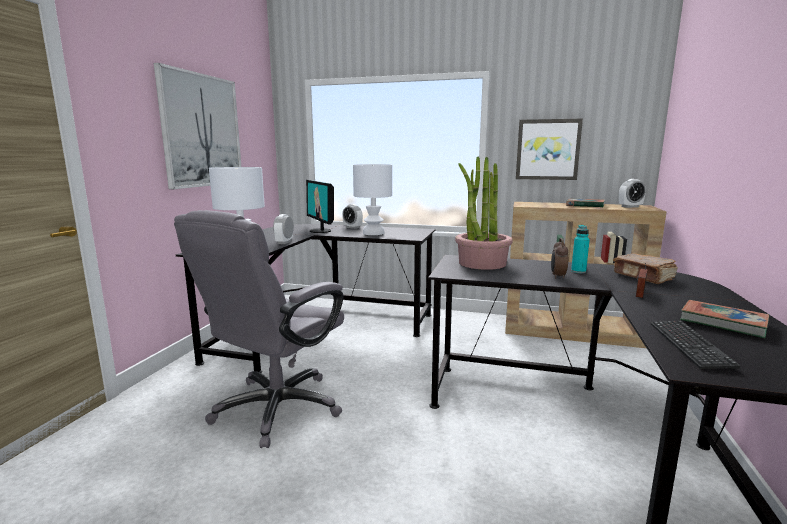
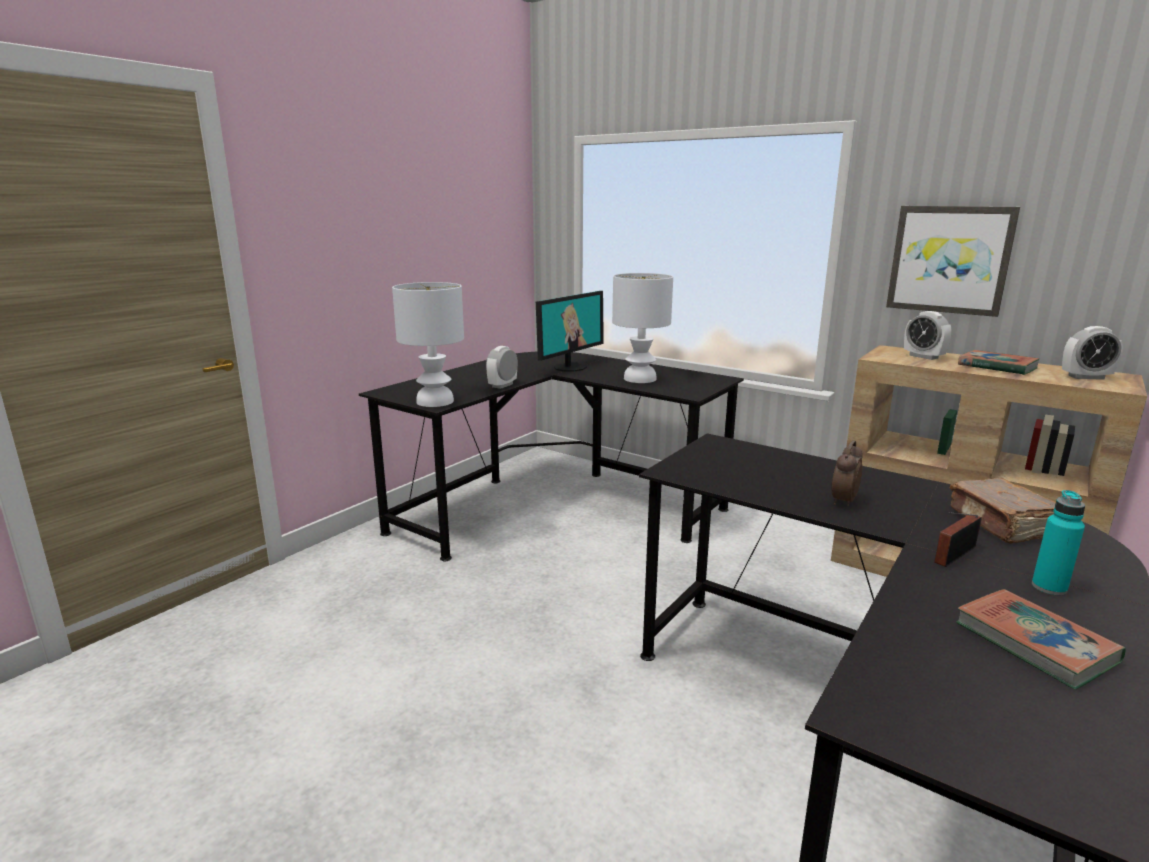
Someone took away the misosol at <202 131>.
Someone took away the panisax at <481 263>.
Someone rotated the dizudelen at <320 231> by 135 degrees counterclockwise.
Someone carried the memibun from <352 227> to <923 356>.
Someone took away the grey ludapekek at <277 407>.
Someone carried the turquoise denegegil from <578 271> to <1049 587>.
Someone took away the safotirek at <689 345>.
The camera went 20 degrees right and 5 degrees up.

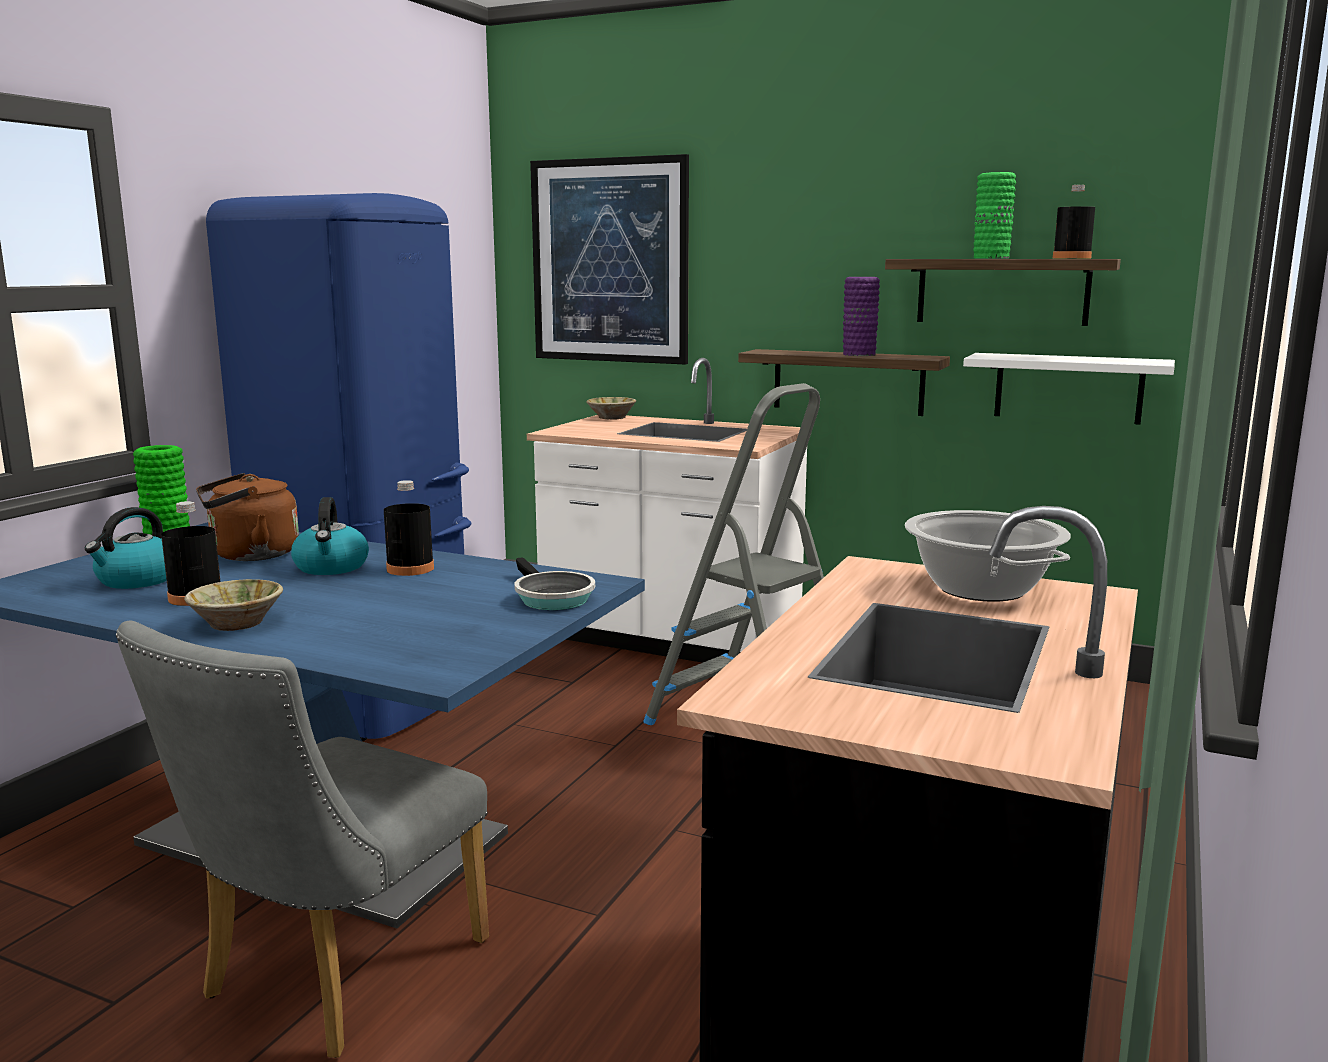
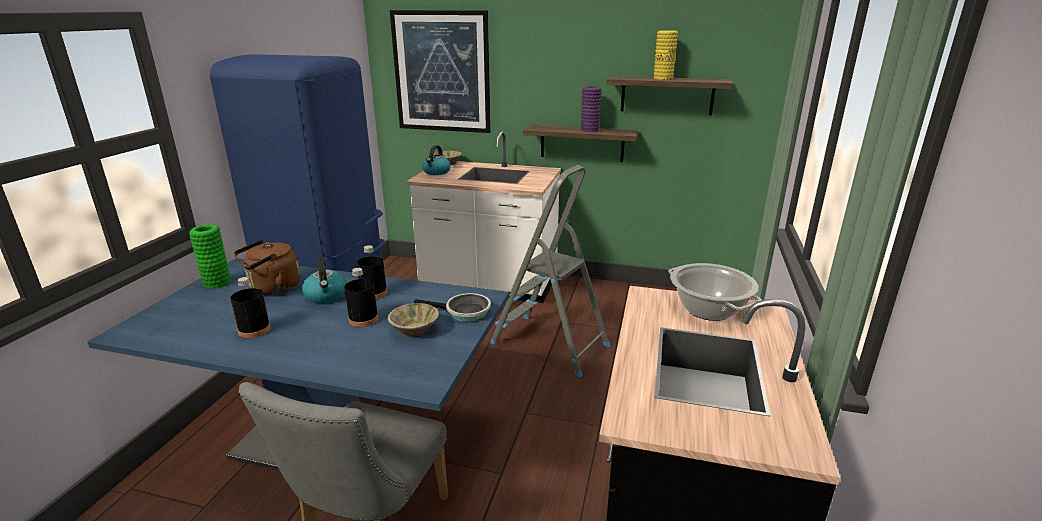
Someone repainted the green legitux at <991 258>, which became the yellow legitux at <663 78>.
Someone carried the black denegegil from <1071 258> to <363 319>.
Someone took away the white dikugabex at <1068 388>.
Someone carried the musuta from <137 580> to <436 172>.
Someone rotated the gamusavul at <551 597> by 45 degrees counterclockwise.
Someone carried the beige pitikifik from <237 622> to <414 330>.
The camera went 10 degrees left and 10 degrees up.

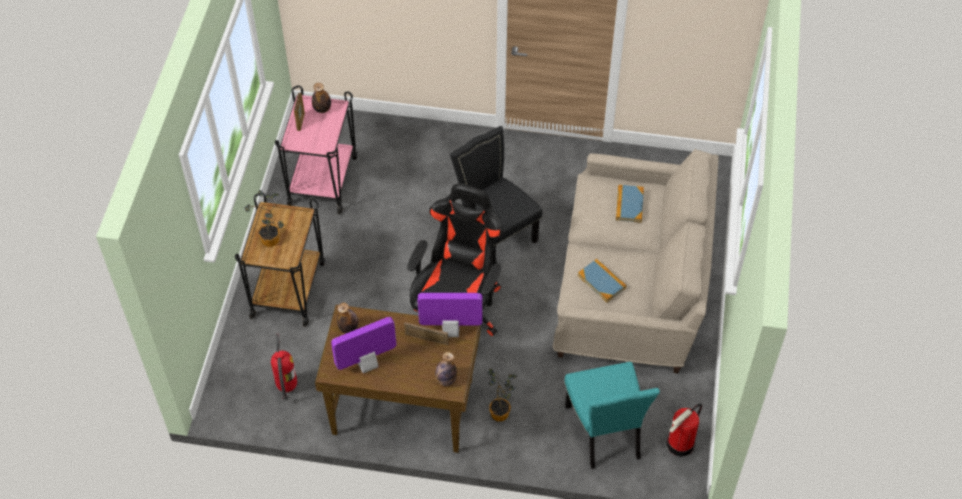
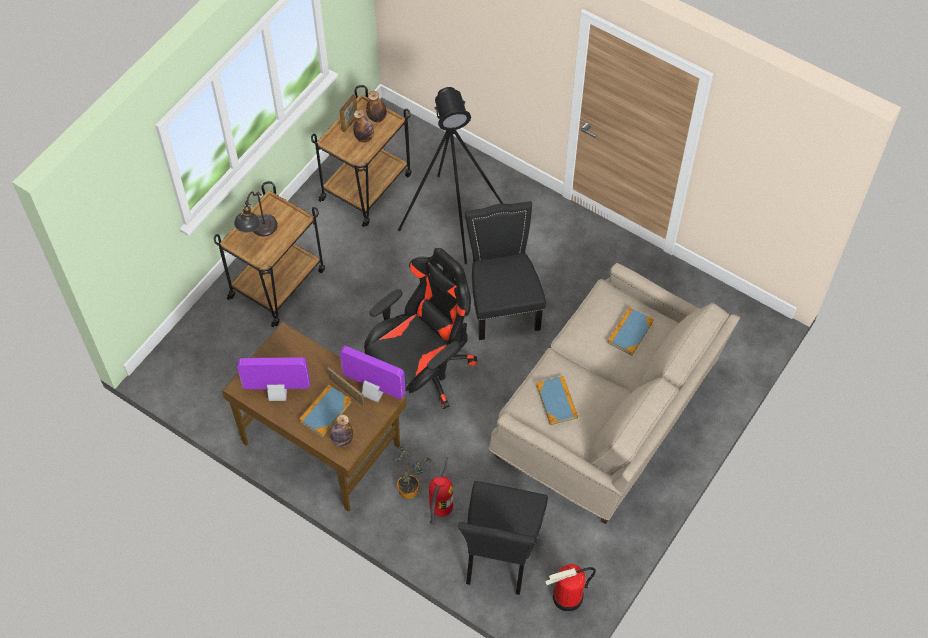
Someone repainted the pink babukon at <323 180>, which became the brown babukon at <367 186>.
Someone swapped the panisax at <272 241> for the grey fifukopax at <259 234>.
Someone carried the denegegil from <349 329> to <364 138>.
Someone carried the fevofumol from <286 386> to <440 509>.
Someone repainted the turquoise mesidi at <604 429>, which became the black mesidi at <501 549>.
Someone put down the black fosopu at <452 219>.
Someone put down the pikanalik at <325 411>.
The camera went 25 degrees right and 5 degrees up.

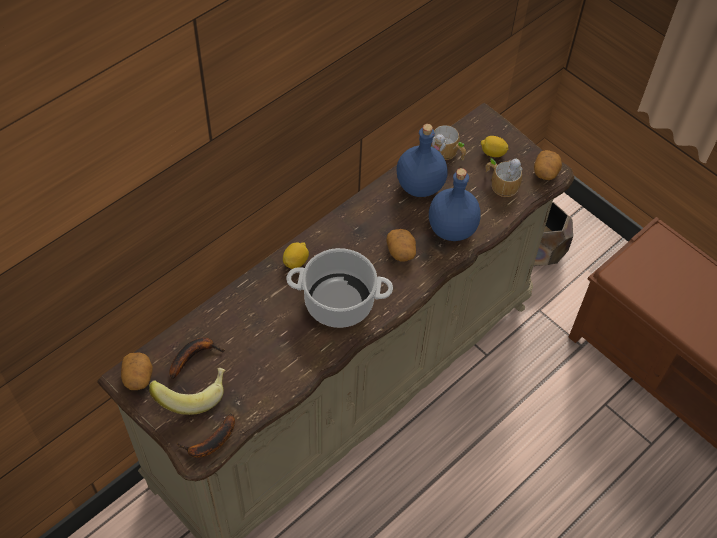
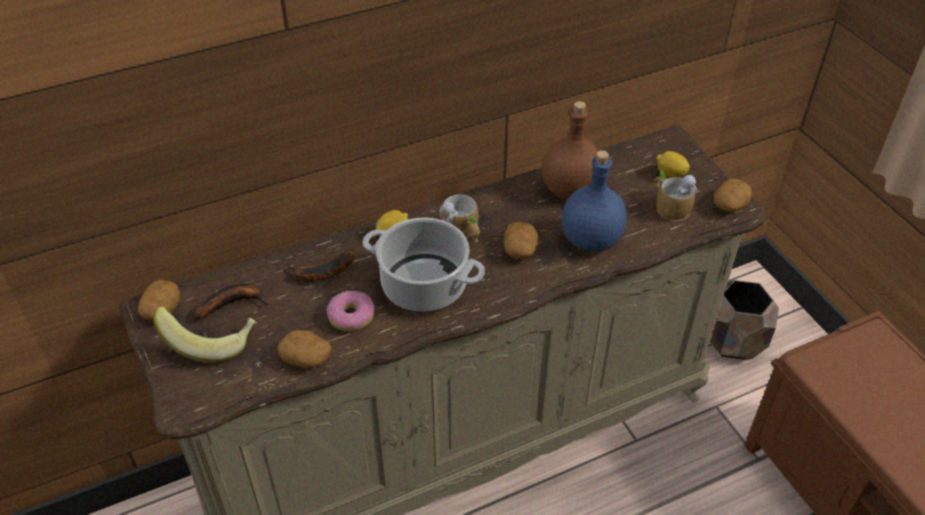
Someone repainted the blue denegegil at <421 186>, which became the brown denegegil at <571 190>.
Someone carried the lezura from <447 153> to <462 232>.
Someone carried the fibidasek from <210 443> to <321 273>.
Someone put down the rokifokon at <351 317>.
Someone put down the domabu at <306 358>.
The camera went 20 degrees right and 10 degrees down.

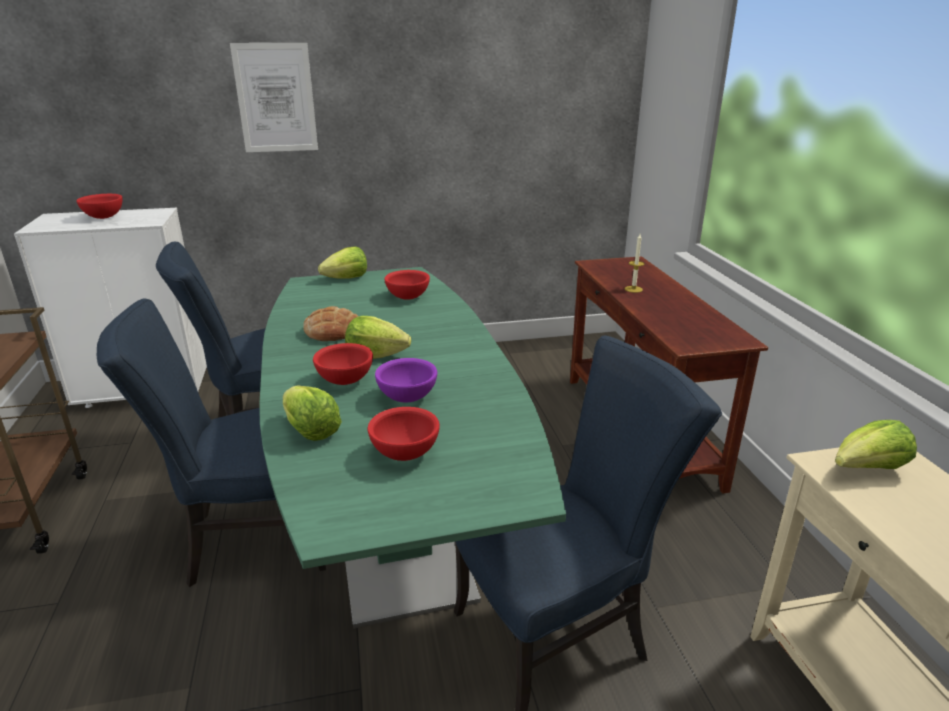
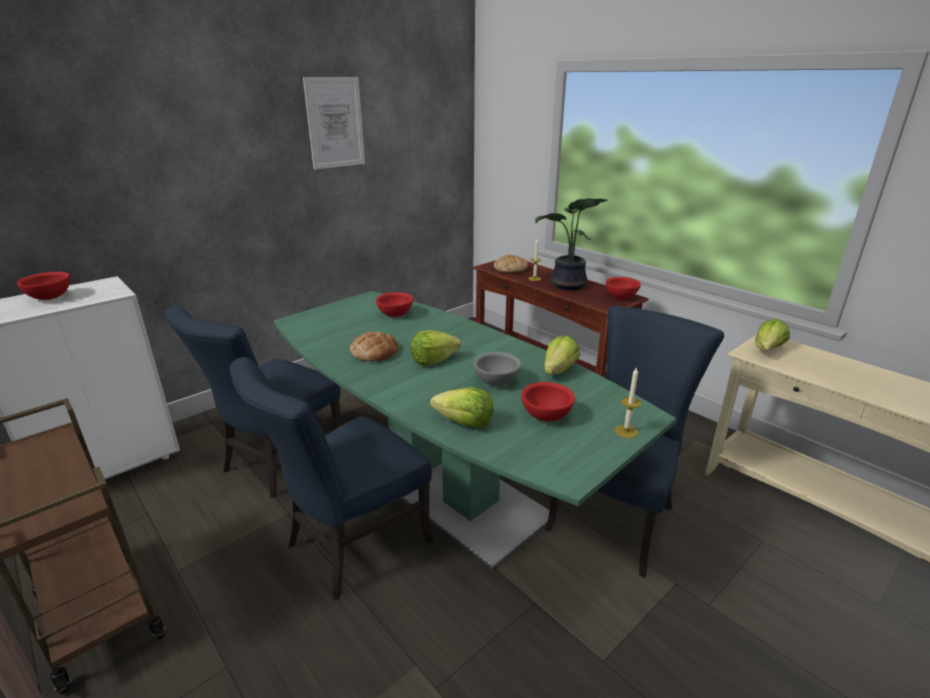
Someone carried the misosol from <276 98> to <335 123>.
Someone carried the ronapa from <347 278> to <558 371>.
Someone carried the red pitikifik from <346 381> to <621 297>.
Someone repainted the purple pitikifik at <407 398>, which became the grey pitikifik at <497 382>.
Someone put down the panisax at <568 286>.
Someone put down the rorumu at <510 268>.
Someone put down the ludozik at <626 431>.
The camera went 30 degrees left and 0 degrees up.

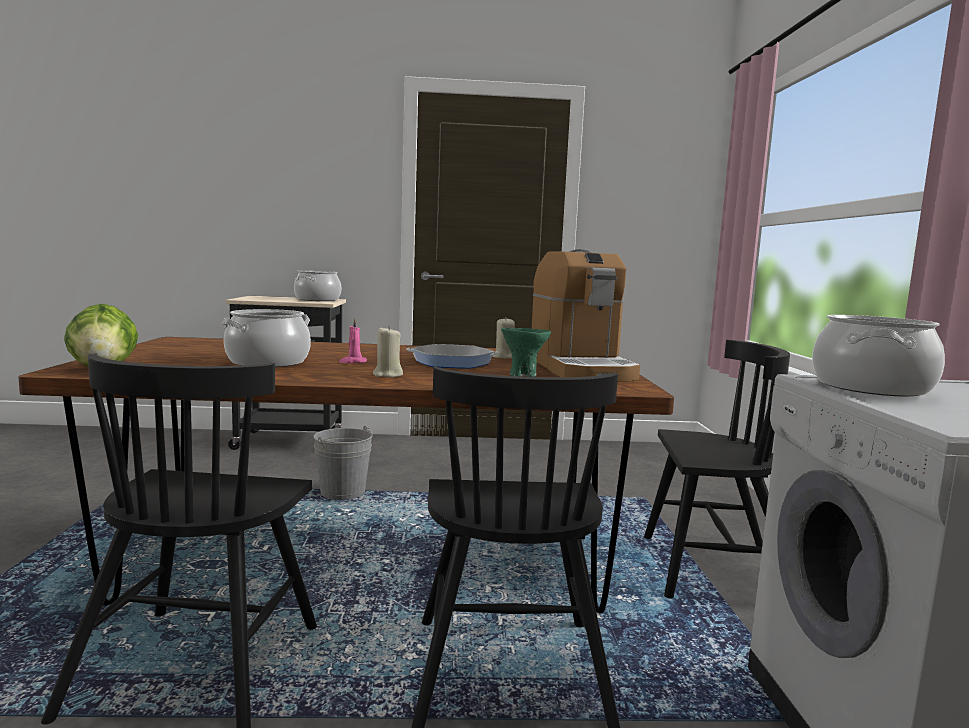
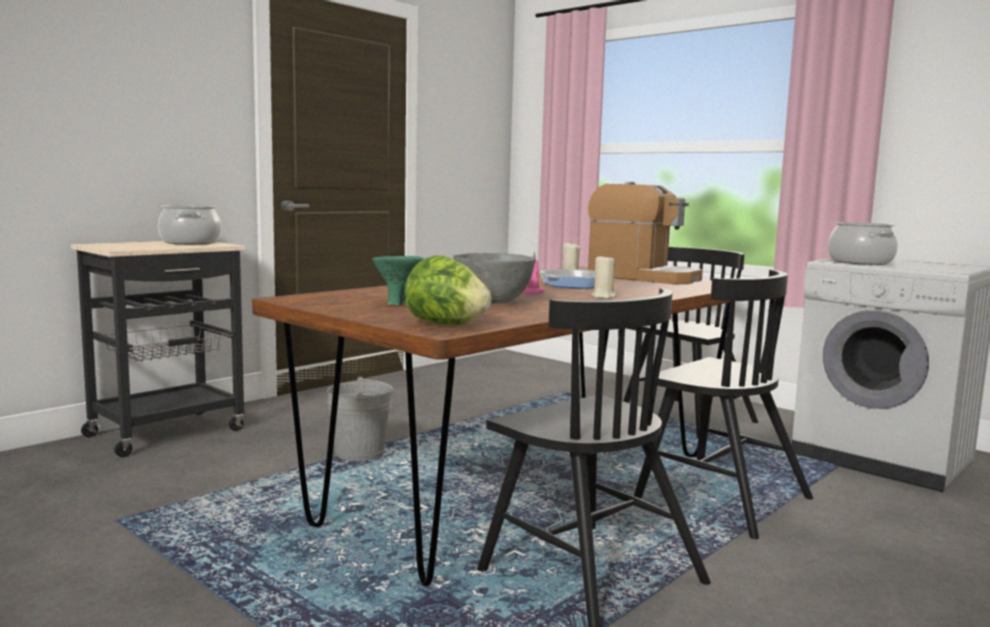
Someone swapped the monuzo at <268 362> for the grey pitikifik at <494 302>.
Someone carried the green pitikifik from <523 375> to <398 303>.
The camera went 45 degrees left and 0 degrees up.

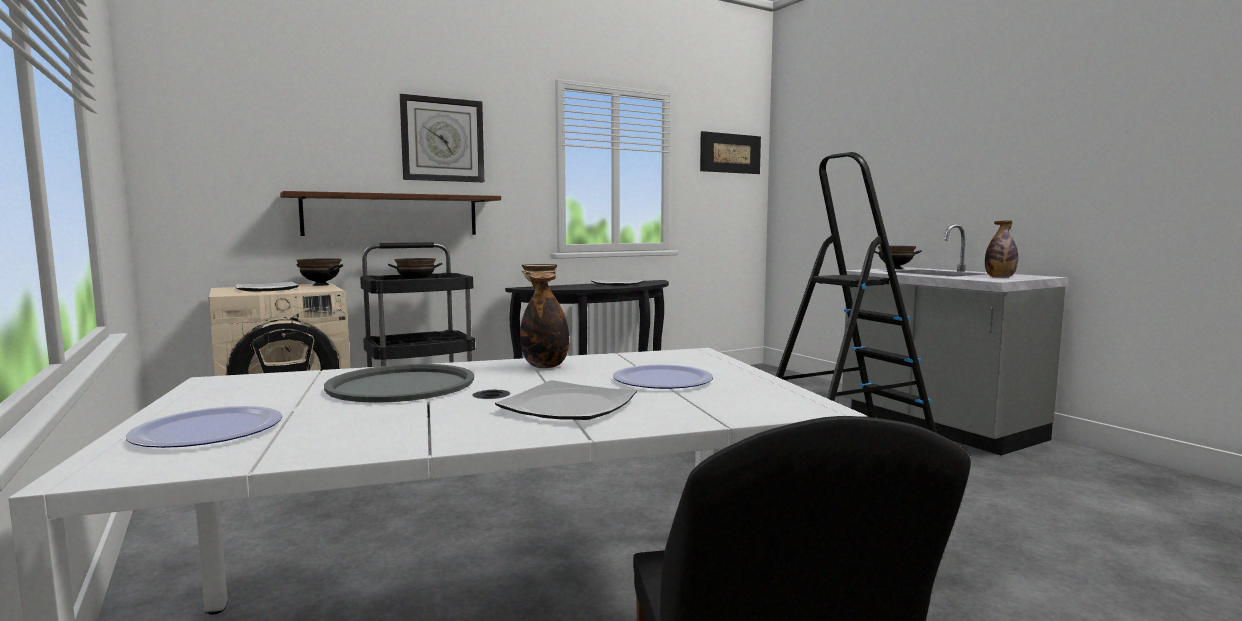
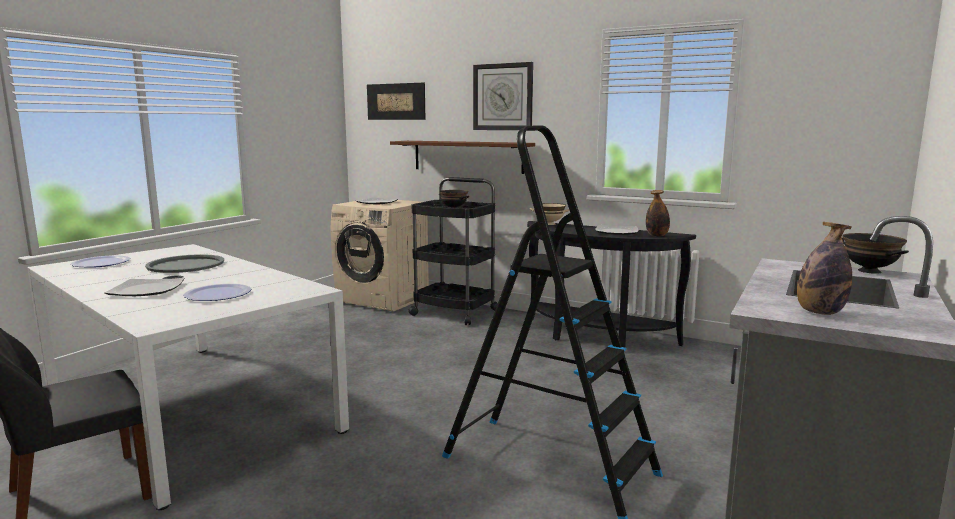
Someone carried the misosol from <730 153> to <396 101>.
Someone took away the black pitikifik at <321 285>.
Someone carried the denegegil from <545 366> to <657 235>.
The camera went 60 degrees right and 5 degrees up.

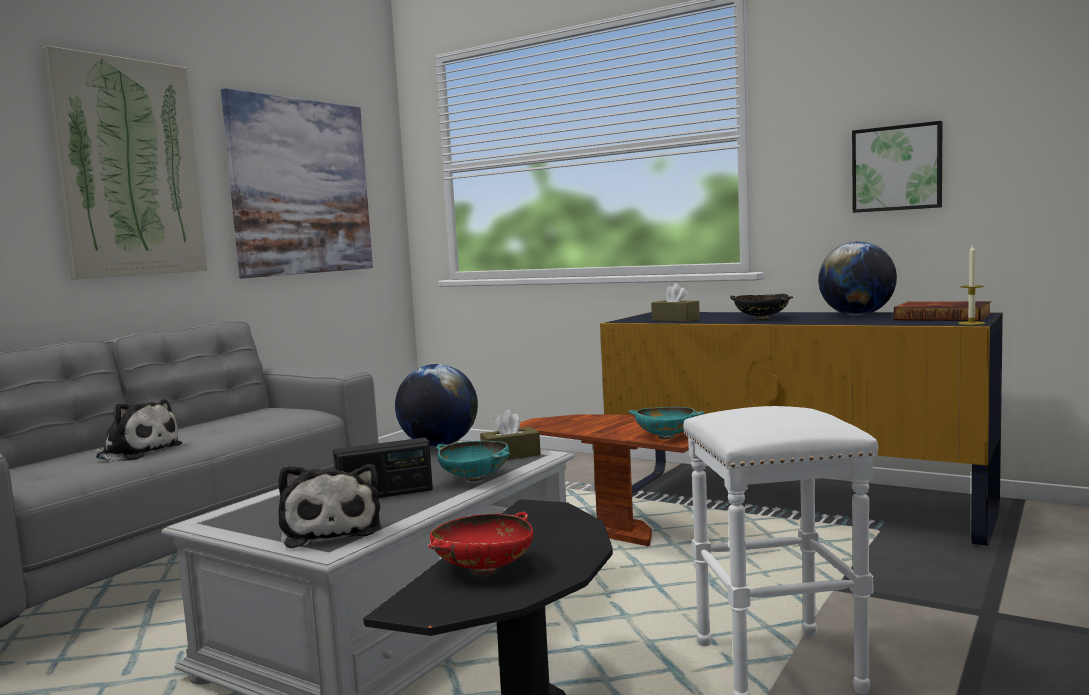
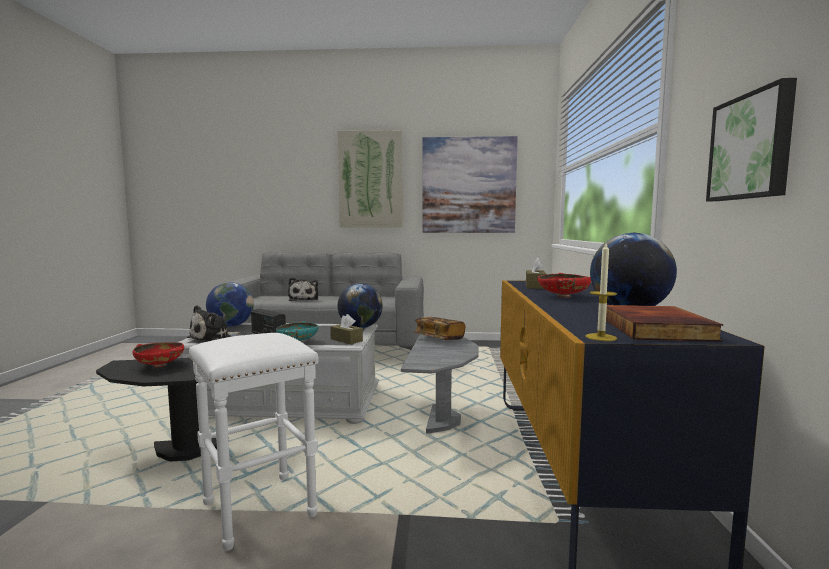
Someone repainted the black pitikifik at <761 319>, which became the red pitikifik at <563 296>.
Someone took away the turquoise pitikifik at <666 437>.
Someone repainted the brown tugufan at <617 534>, which became the grey tugufan at <440 421>.
Someone put down the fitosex at <231 326>.
Someone put down the pikanalik at <439 338>.
The camera went 60 degrees right and 0 degrees up.

